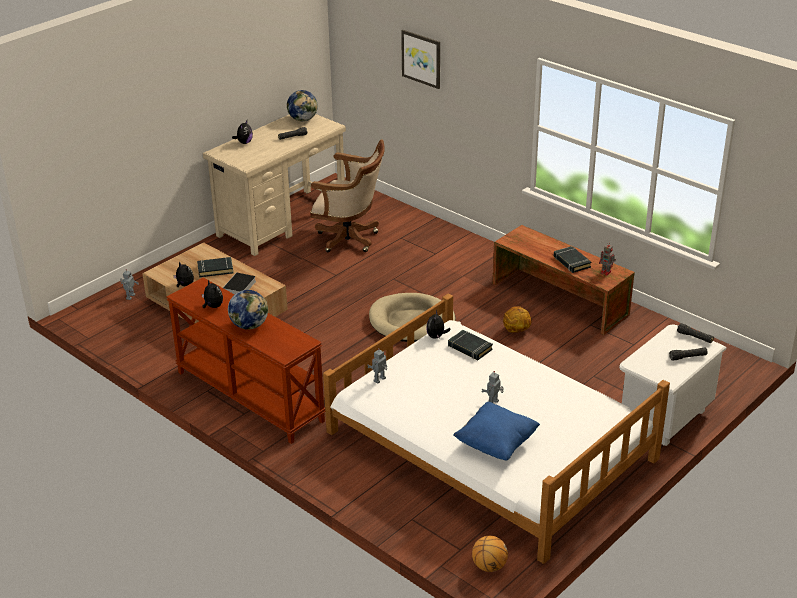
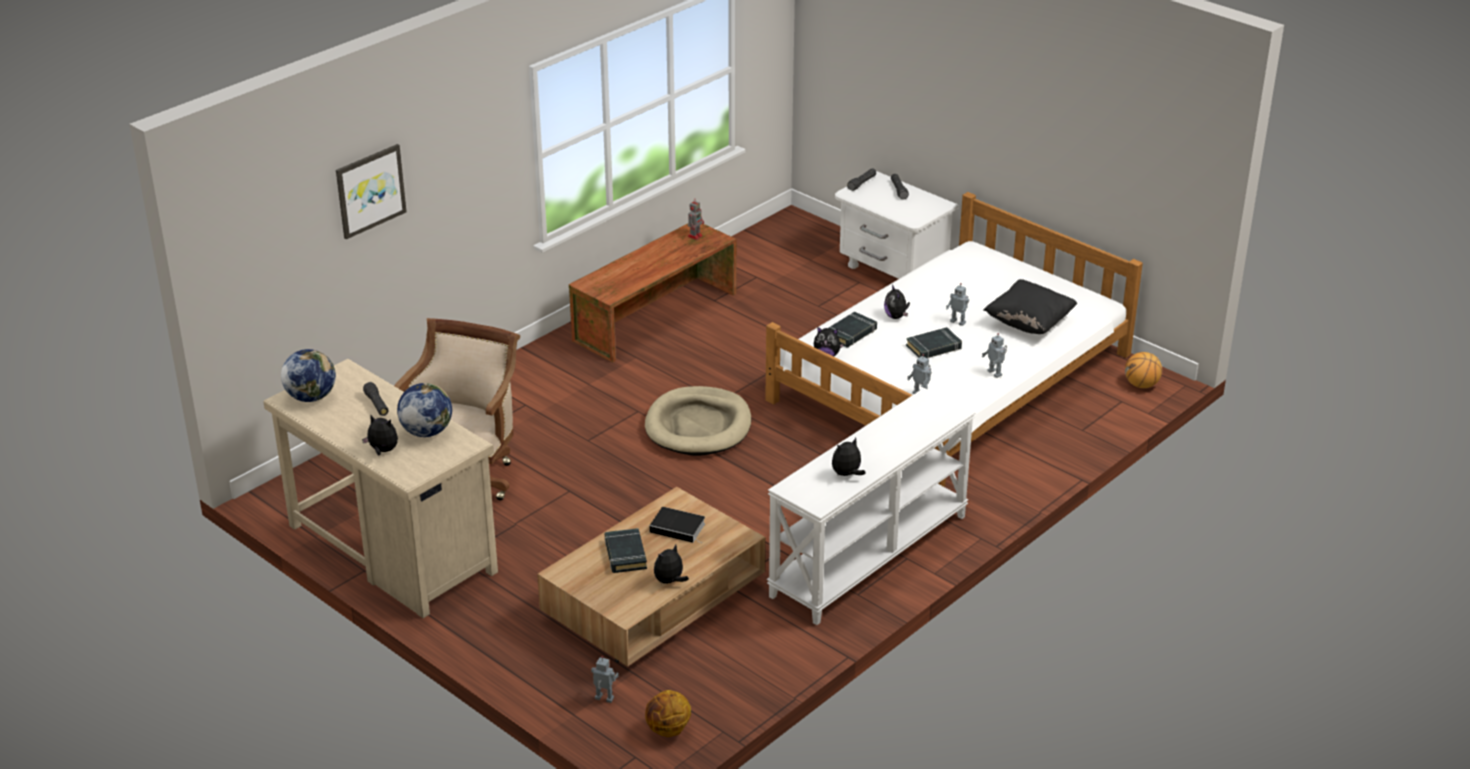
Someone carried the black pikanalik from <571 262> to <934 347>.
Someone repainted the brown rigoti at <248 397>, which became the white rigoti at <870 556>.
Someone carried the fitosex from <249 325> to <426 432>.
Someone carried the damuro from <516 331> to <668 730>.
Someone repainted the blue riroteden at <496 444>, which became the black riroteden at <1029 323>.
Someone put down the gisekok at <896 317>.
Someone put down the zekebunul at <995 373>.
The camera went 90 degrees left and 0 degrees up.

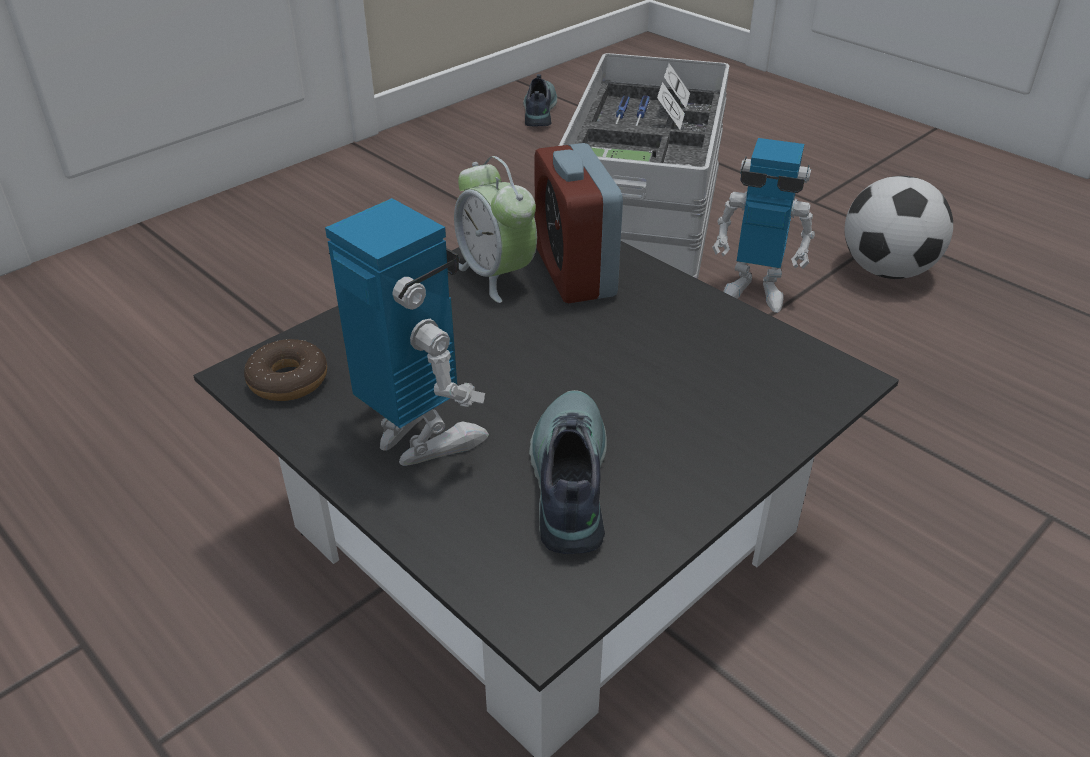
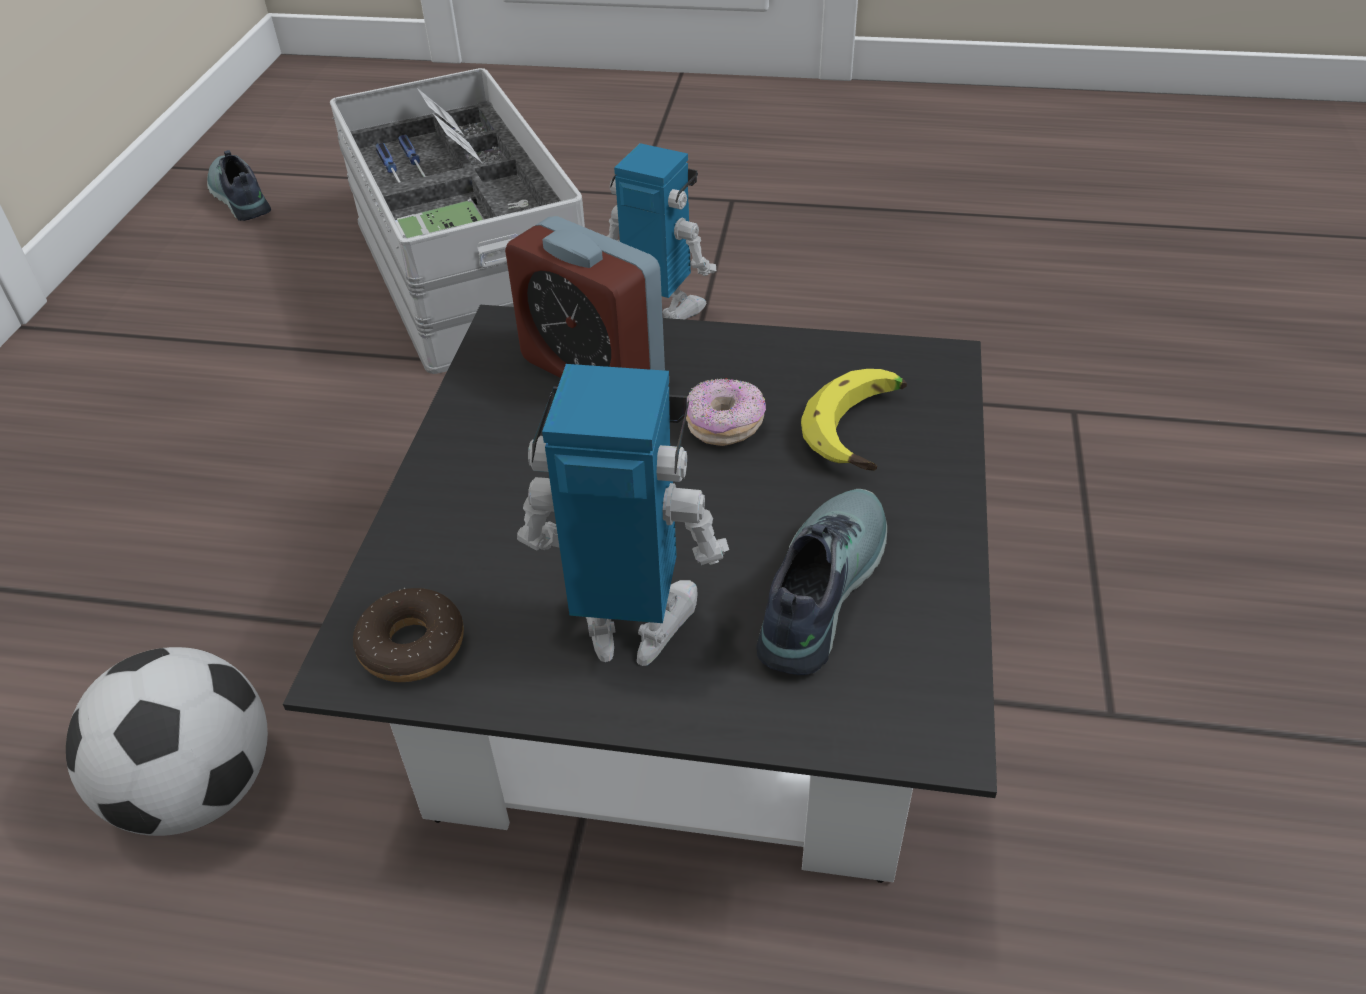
Someone rotated the zekebunul at <754 291> by 135 degrees counterclockwise.
Someone took away the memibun at <496 275>.
Someone carried the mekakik from <886 271> to <199 790>.
Someone rotated the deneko at <566 481> by 60 degrees clockwise.
Someone put down the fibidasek at <864 431>.
Someone put down the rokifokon at <724 425>.
The camera went 35 degrees left and 5 degrees up.

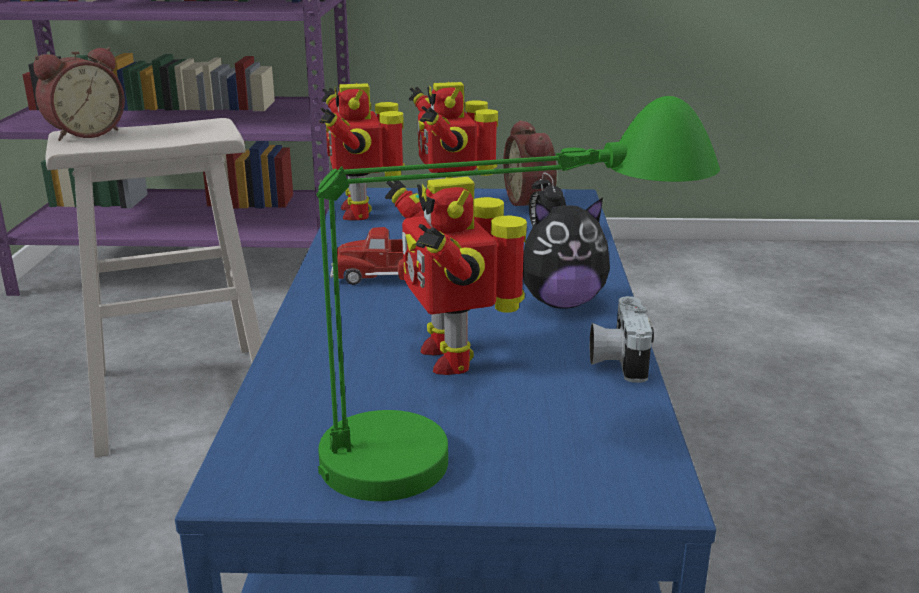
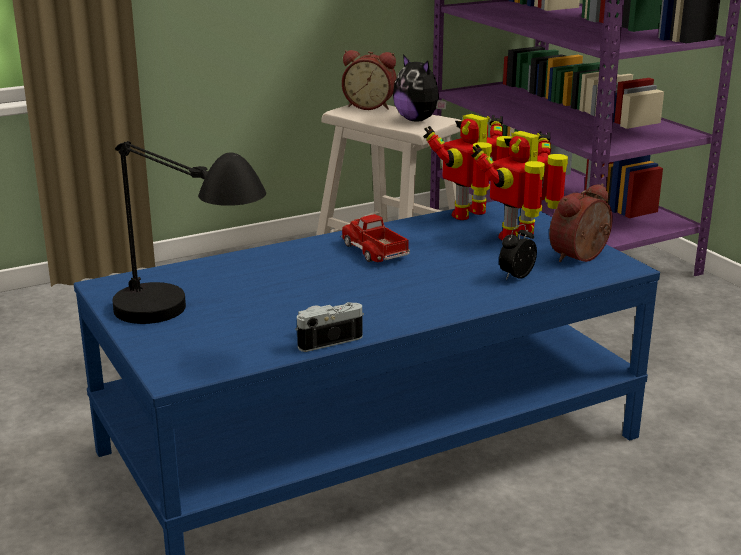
Someone repainted the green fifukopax at <495 447>, which became the black fifukopax at <186 329>.
Someone took away the zekebunul at <451 357>.
Someone carried the gisekok from <562 303> to <418 120>.
The camera went 60 degrees right and 0 degrees up.

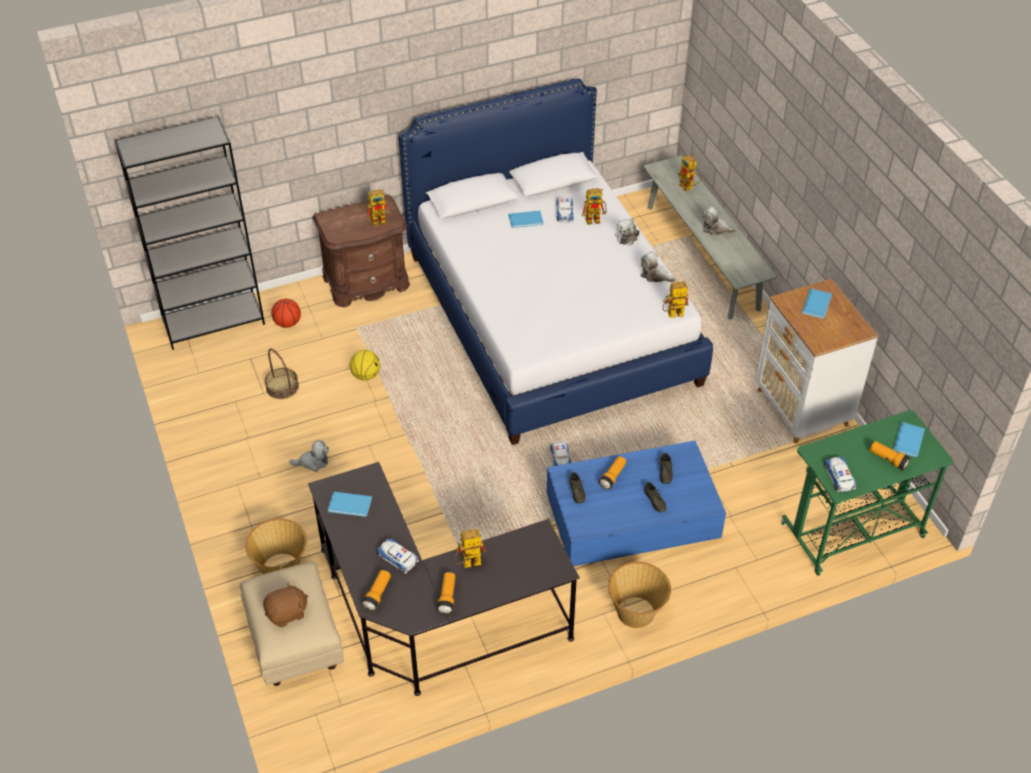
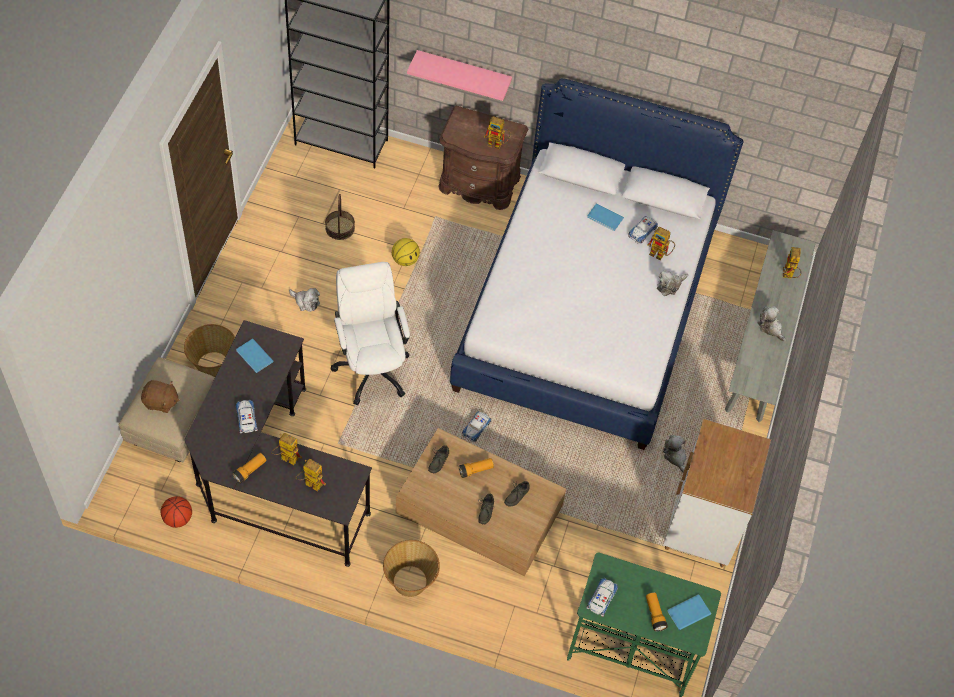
Someone carried the gisekok from <655 275> to <675 456>.
Someone carried the zekebunul from <672 315> to <310 483>.
Someone took away the blue pikanalik at <818 303>.
Someone carried the damuro from <288 323> to <178 518>.
Someone repainted the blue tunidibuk at <632 519>, which became the brown tunidibuk at <479 513>.
Someone took away the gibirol at <377 594>.
Someone put up the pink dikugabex at <463 72>.
Someone put down the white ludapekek at <371 369>.
The camera went 35 degrees right and 10 degrees up.

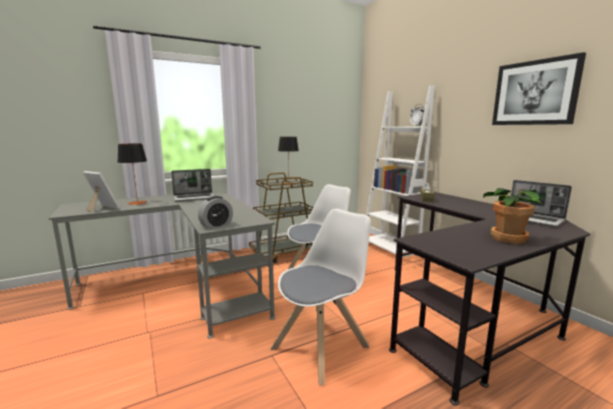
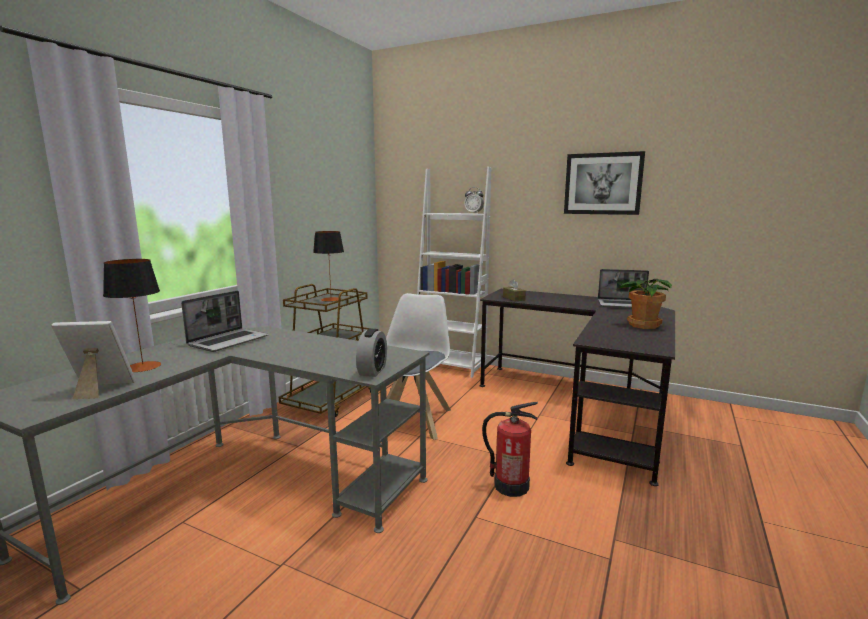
Someone swapped the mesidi at <322 346> for the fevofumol at <510 486>.
The camera went 35 degrees left and 0 degrees up.

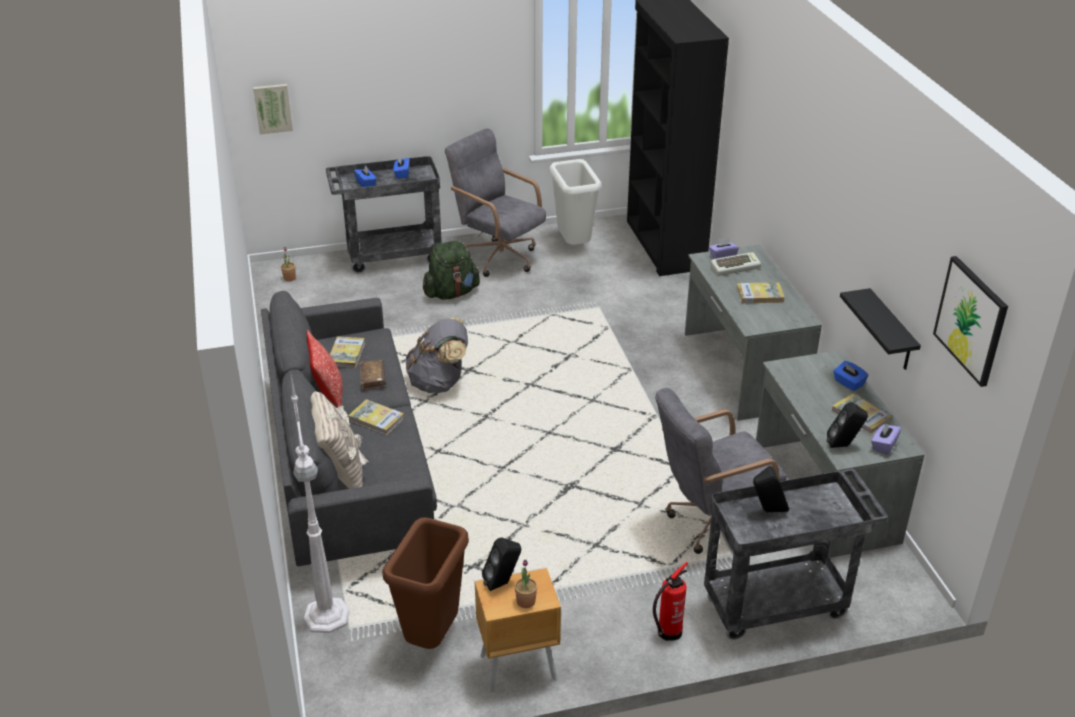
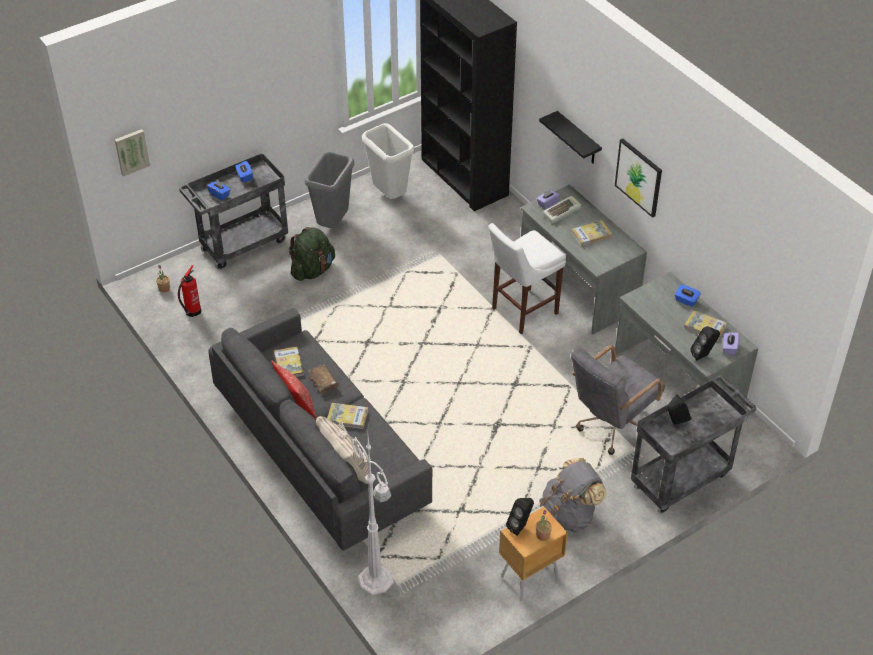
Someone swapped the grey ludapekek at <498 258> for the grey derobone at <332 224>.
Someone carried the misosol from <971 320> to <639 177>.
Someone carried the black dikugabex from <891 332> to <578 139>.
Someone carried the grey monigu from <439 383> to <569 514>.
Someone took away the brown derobone at <433 638>.
Someone carried the fevofumol from <667 633> to <192 312>.
Someone put down the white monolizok at <522 312>.
The camera went 20 degrees left and 10 degrees up.

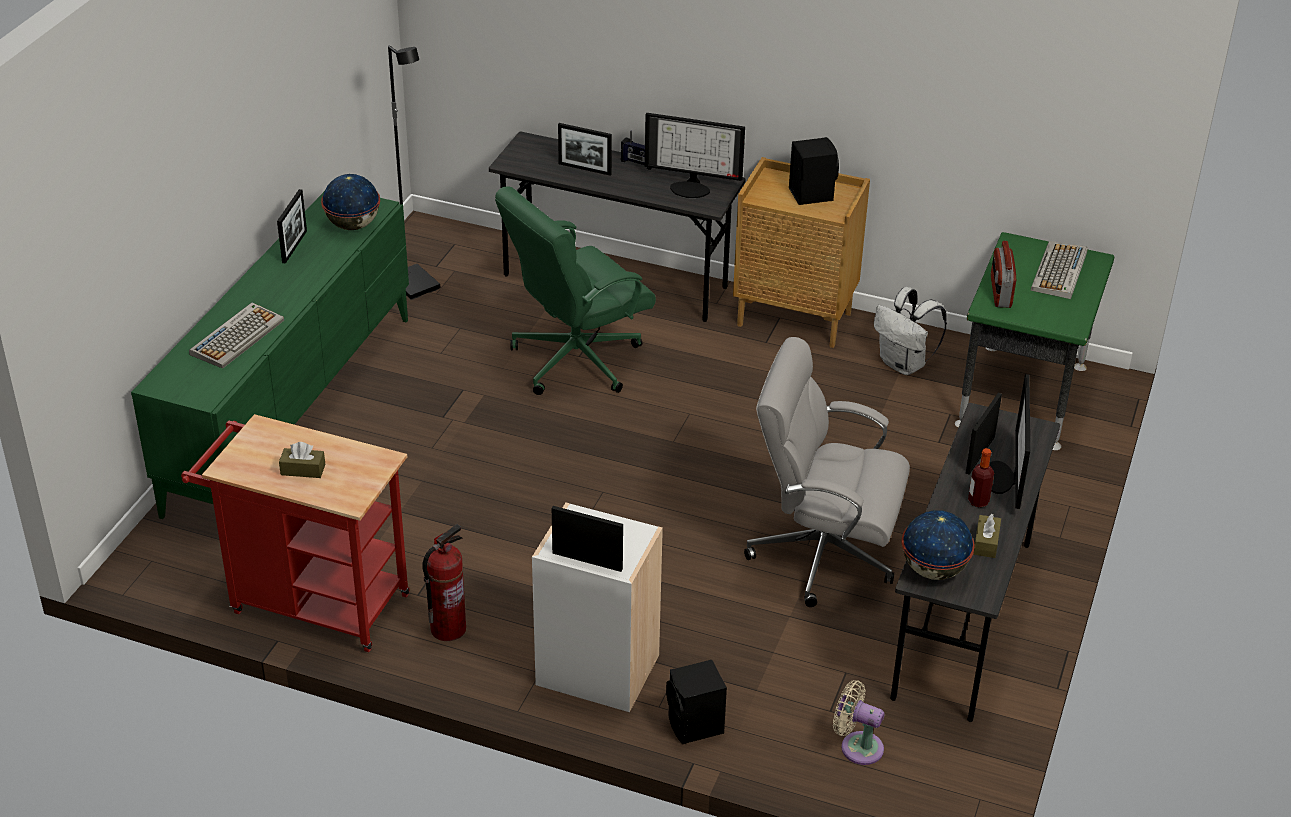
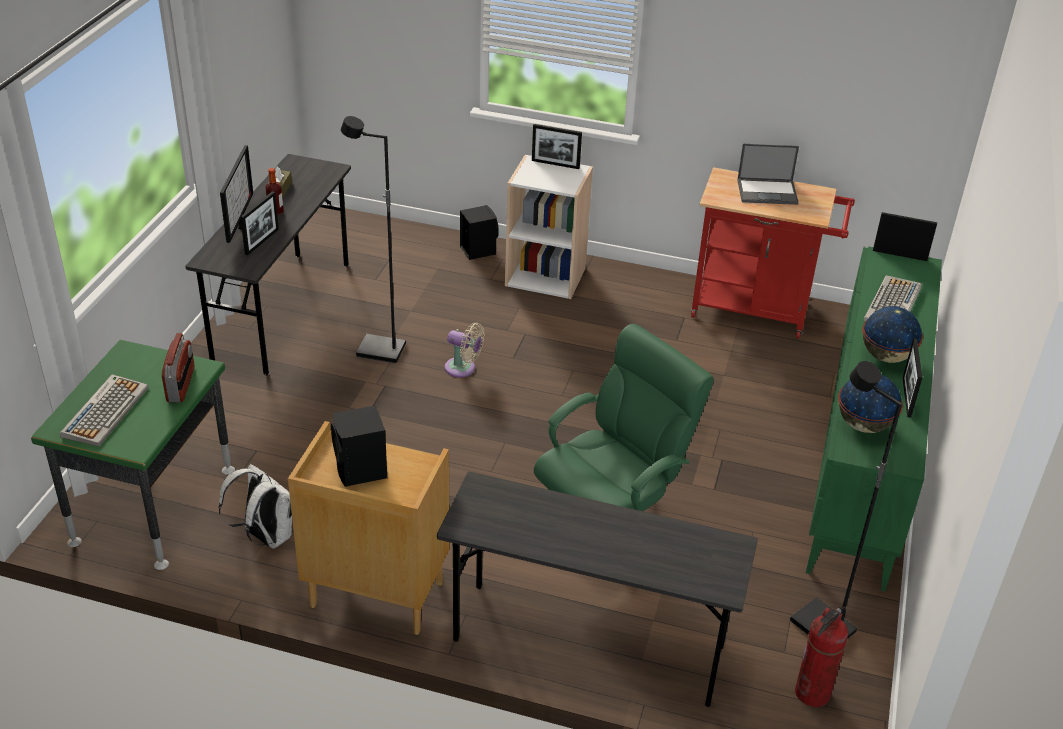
Someone took away the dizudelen at <691 187>.
Someone carried the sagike from <585 169> to <899 255>.
Someone took away the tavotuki at <637 163>.
Someone swapped the grey ludapekek at <823 555> for the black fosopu at <380 351>.
Someone swapped the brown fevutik at <303 470> for the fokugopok at <768 192>.
Someone carried the fitosex from <933 570> to <886 356>.
Someone carried the fevofumol from <448 629> to <812 693>.
Someone carried the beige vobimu from <857 746> to <463 369>.
The camera went 175 degrees right and 0 degrees up.

